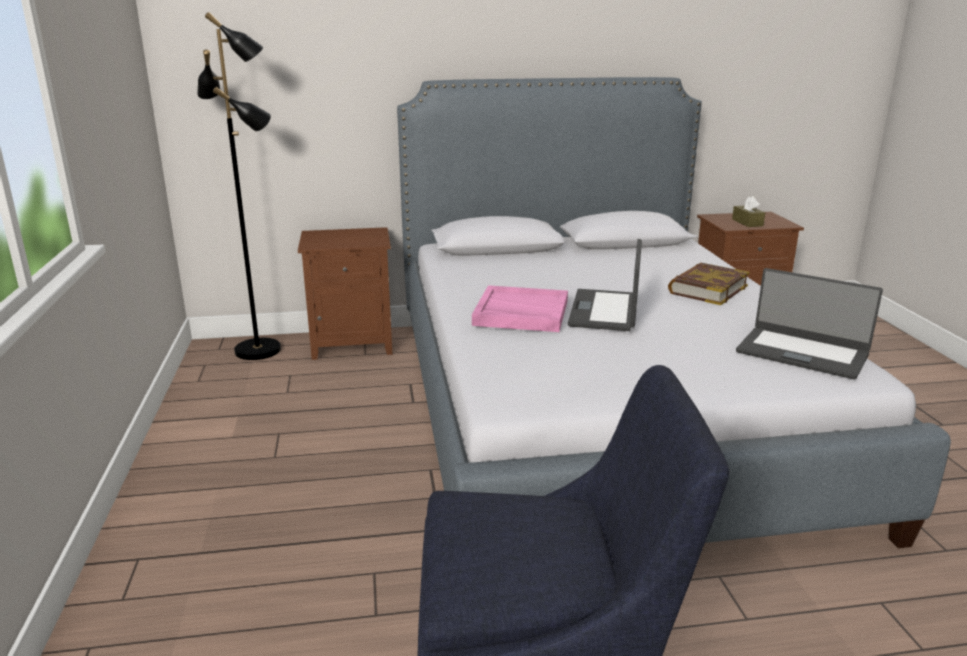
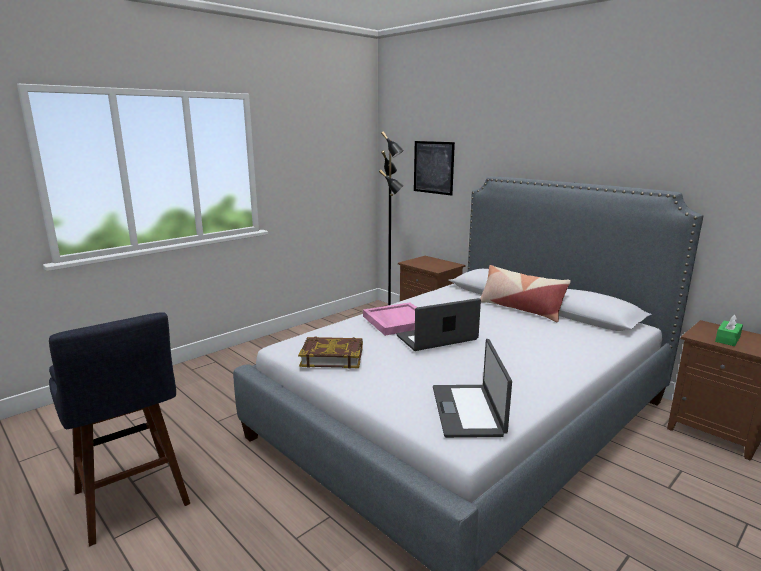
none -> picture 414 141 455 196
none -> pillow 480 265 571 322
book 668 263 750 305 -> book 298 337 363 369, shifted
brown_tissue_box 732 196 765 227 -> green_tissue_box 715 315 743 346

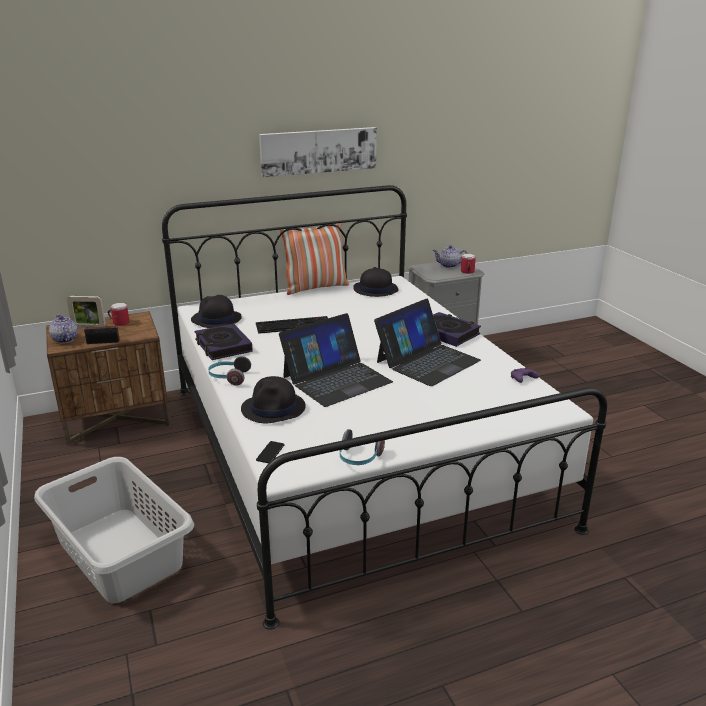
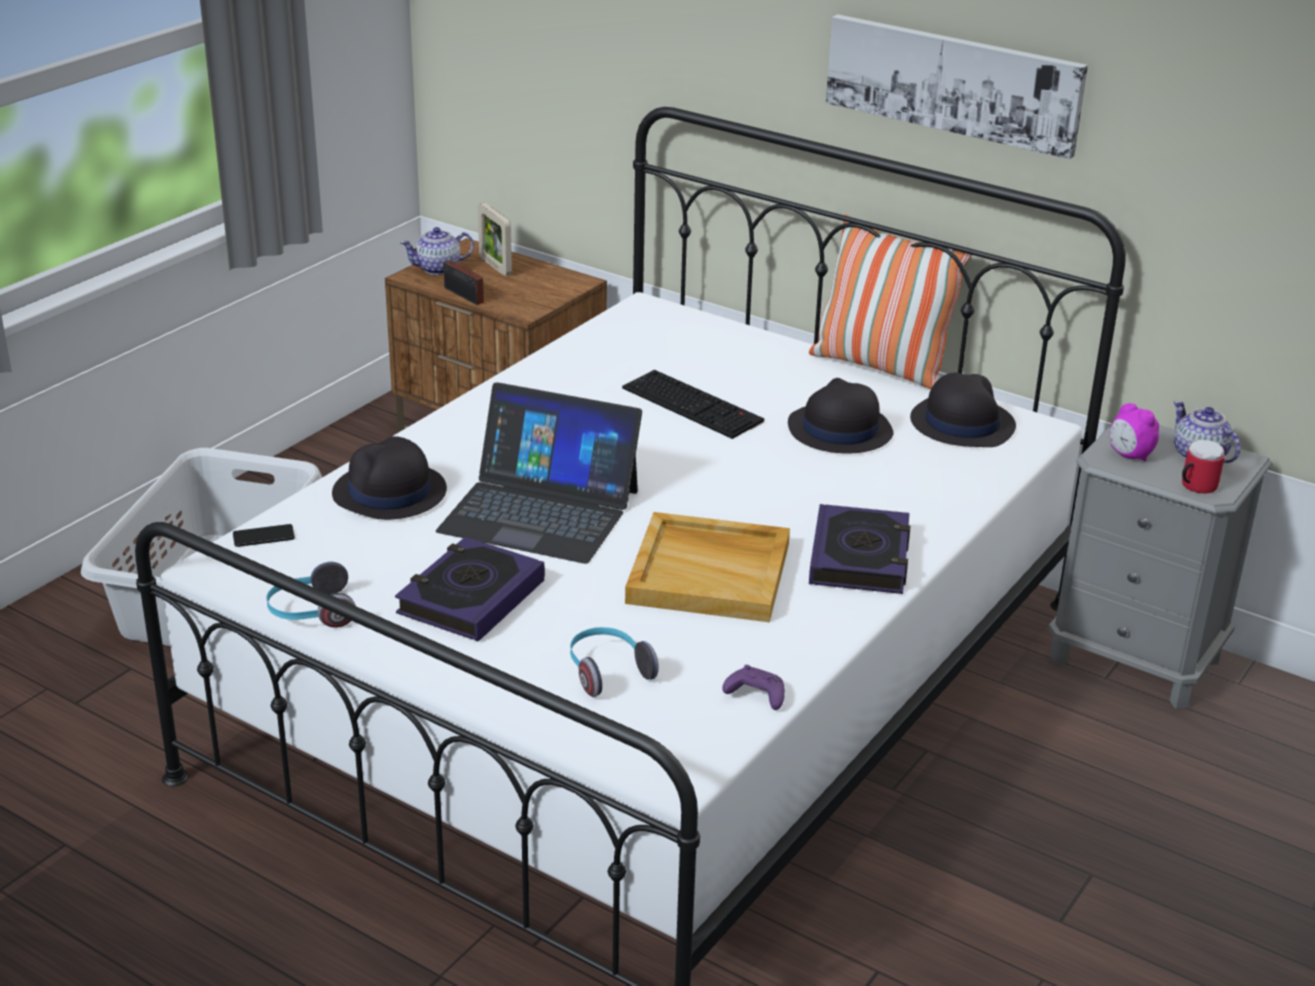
mug 108 303 129 326 -> none
none -> alarm_clock 1109 403 1159 461
black_hat 191 295 242 328 -> black_hat 788 378 894 453, shifted
book 195 323 253 360 -> book 395 537 545 642, shifted
headphones 208 356 251 386 -> headphones 570 627 659 697, shifted
laptop 374 299 481 386 -> beige_tray 625 512 790 622
teapot 49 315 78 343 -> teapot 400 227 474 275, 135 degrees counterclockwise

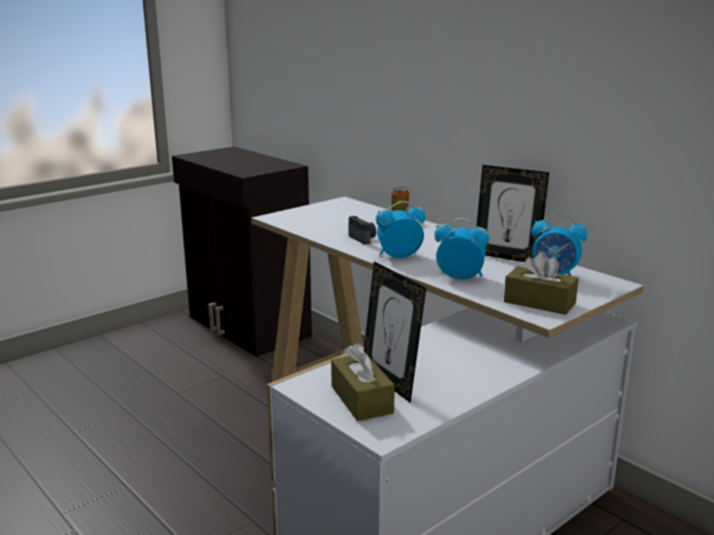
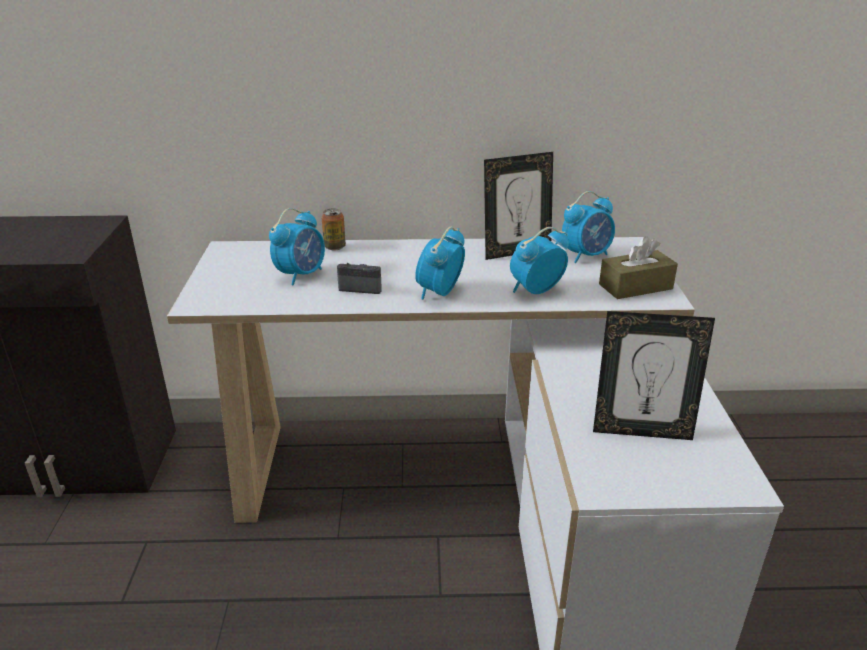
brown_tissue_box 331 343 395 421 -> none
none -> alarm_clock 269 208 325 285

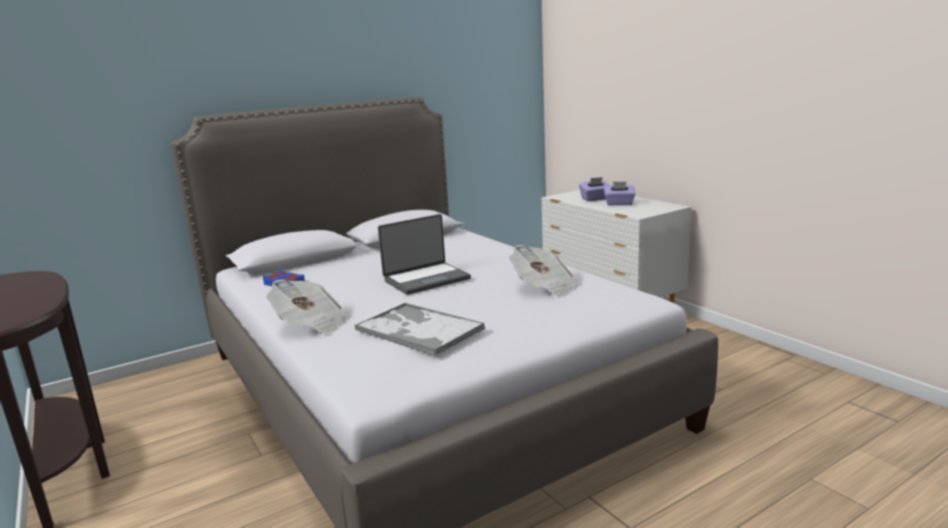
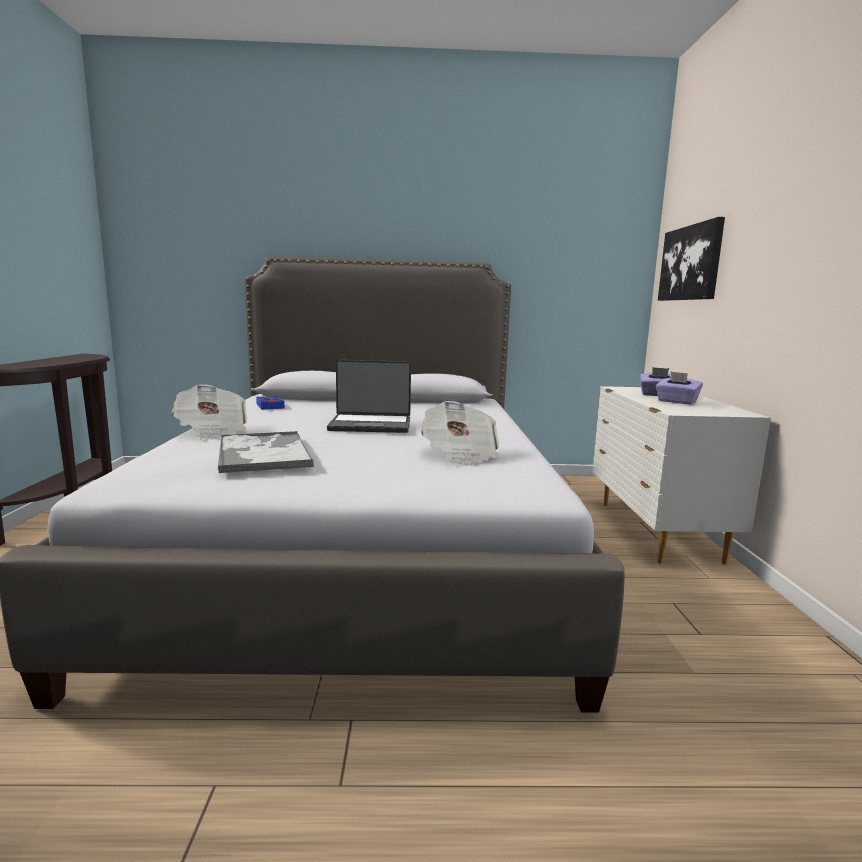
none -> picture 658 217 725 301

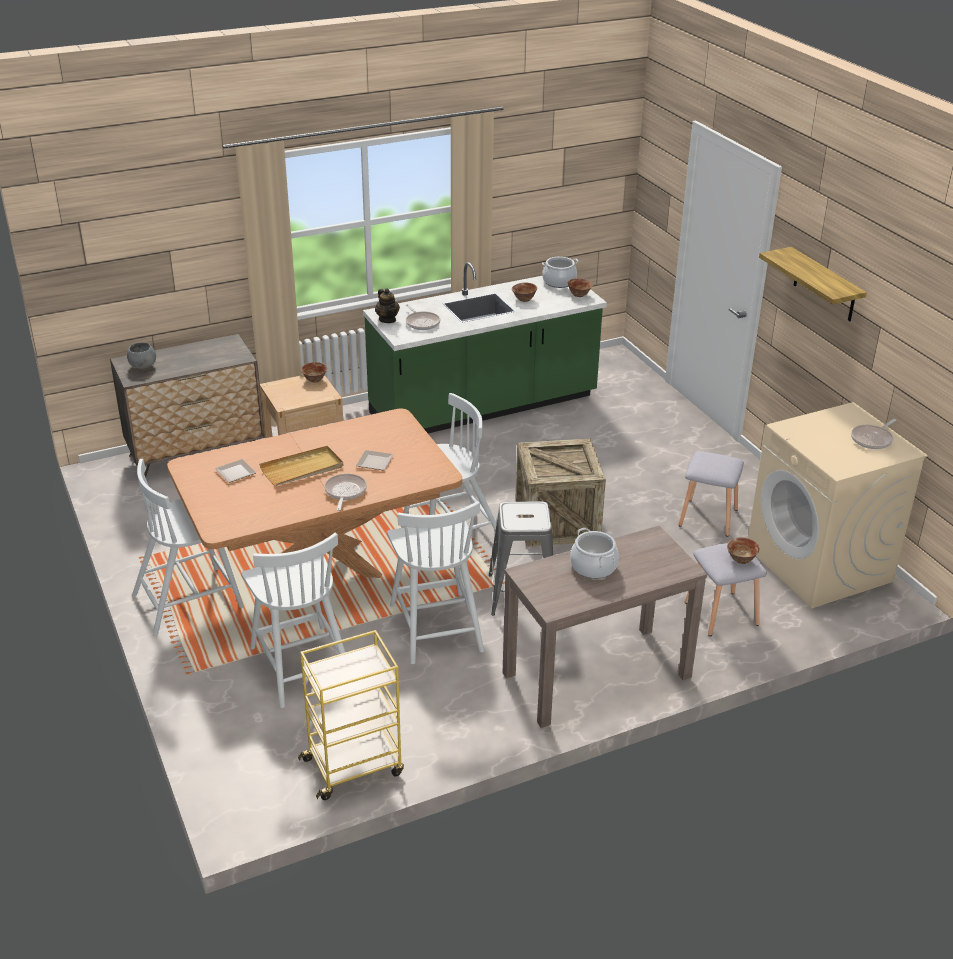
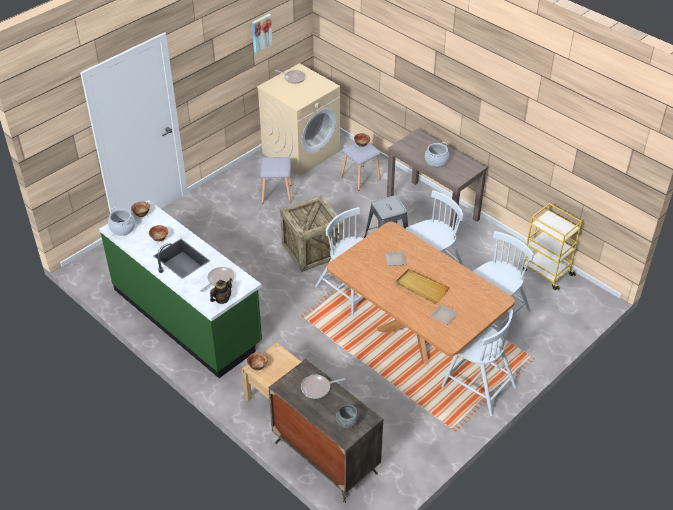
shelf 759 247 867 321 -> none
none -> picture 252 14 273 53
frying_pan 324 474 367 511 -> frying_pan 301 375 345 399, shifted

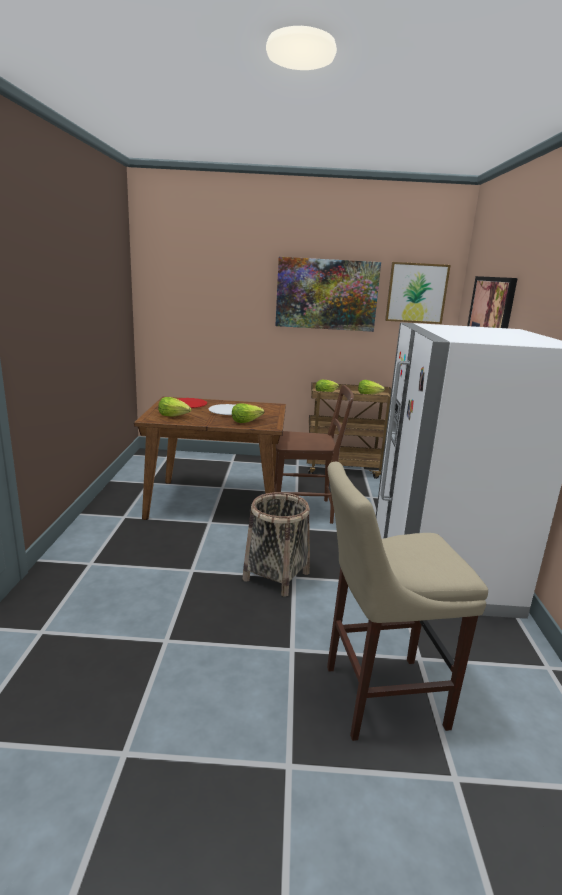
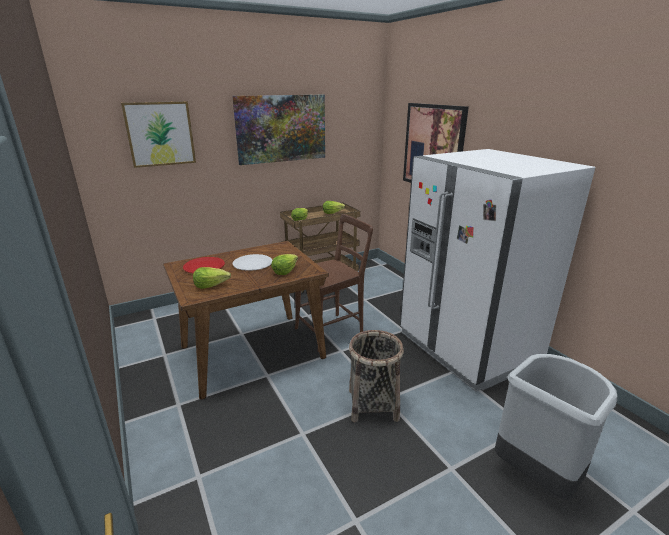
picture 385 262 451 324 -> picture 121 101 196 168, shifted
beige_stool 327 462 488 741 -> grey_trash_can 495 354 617 500

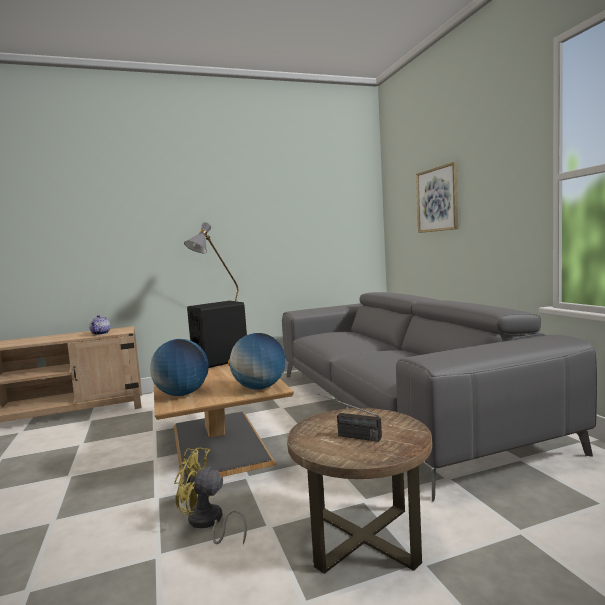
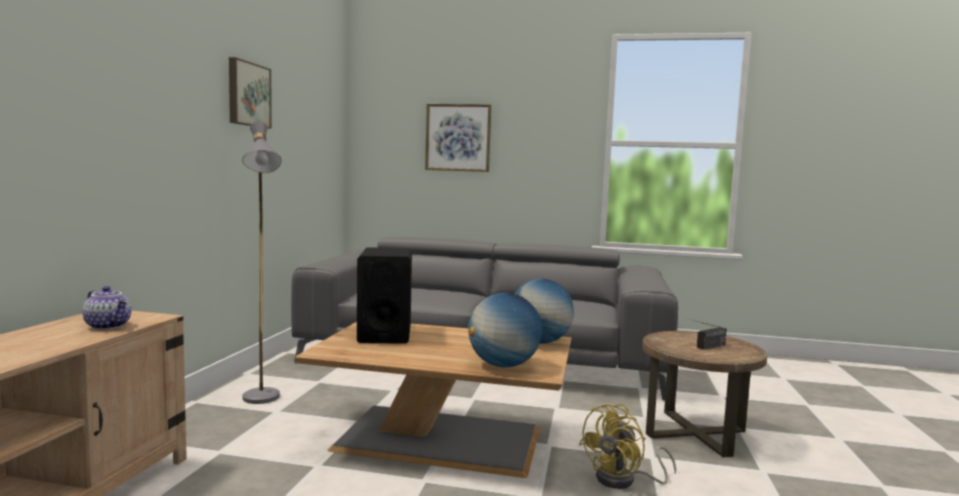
none -> picture 229 57 272 128

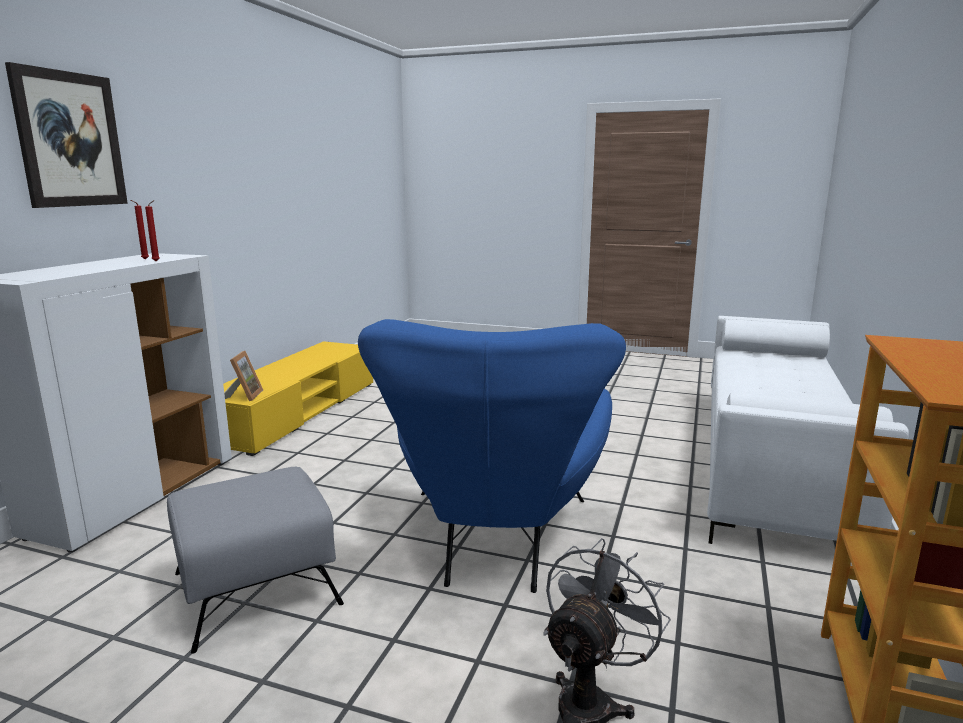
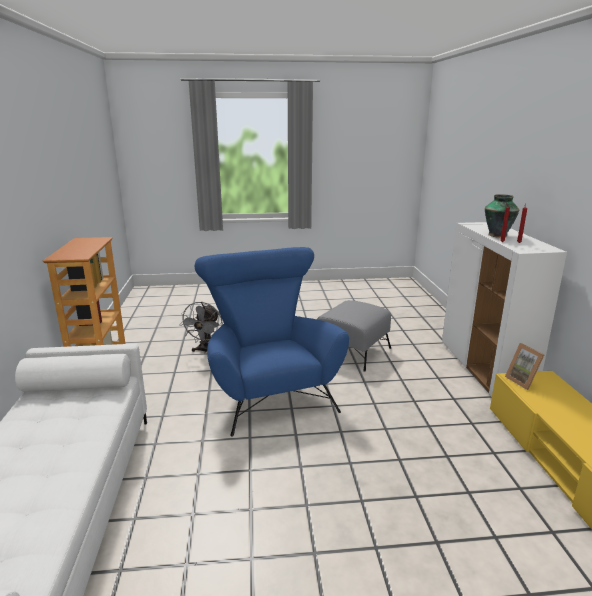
picture 5 62 128 208 -> none
none -> vase 485 194 519 238

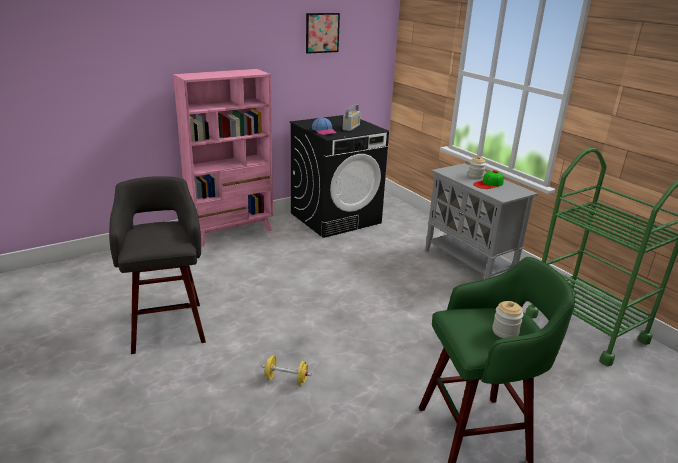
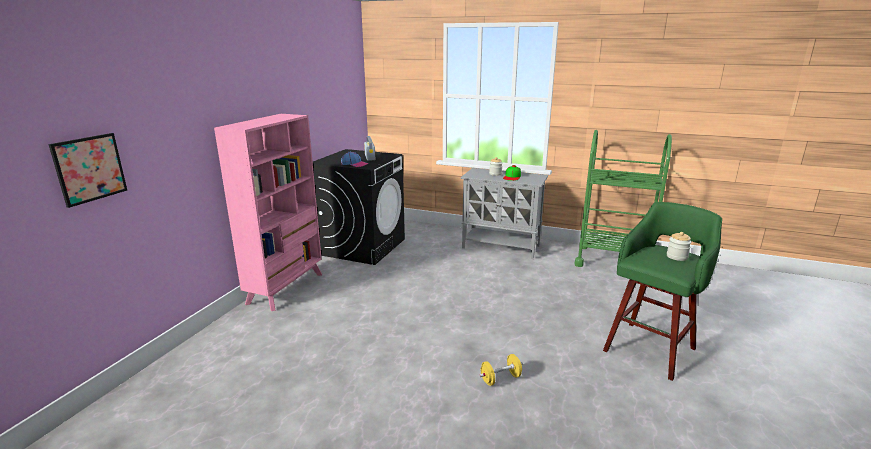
grey_stool 109 176 206 354 -> none
picture 306 13 340 54 -> picture 48 133 127 208, shifted

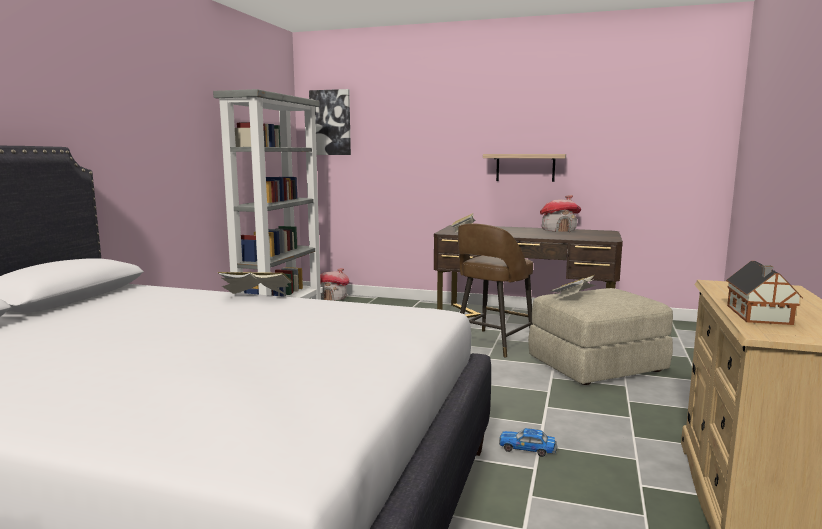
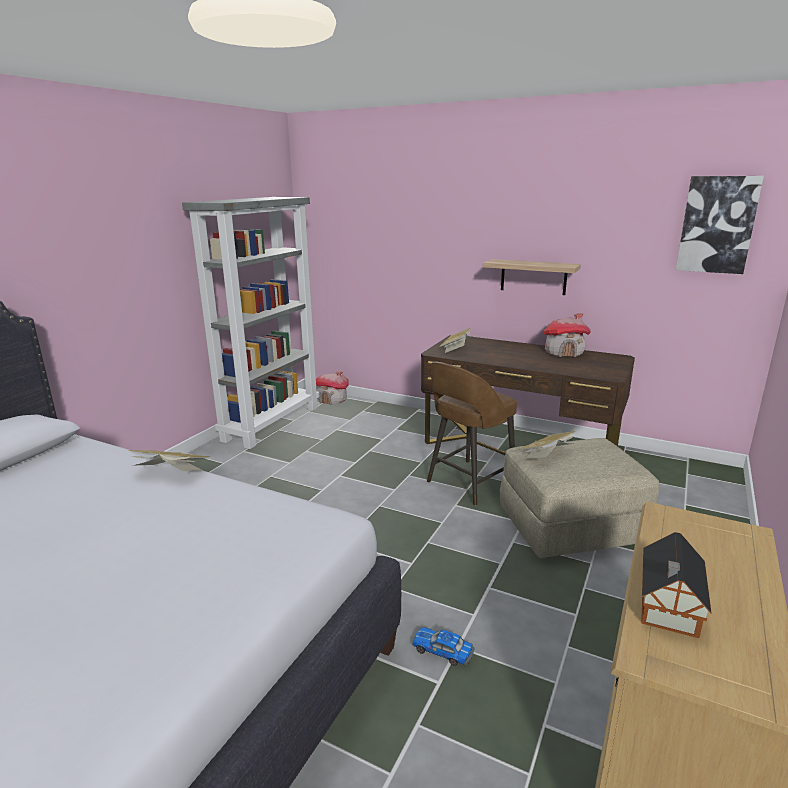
picture 309 89 351 155 -> picture 676 176 764 274, shifted

